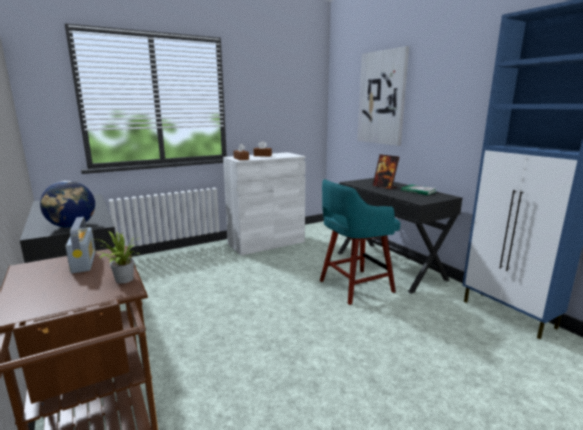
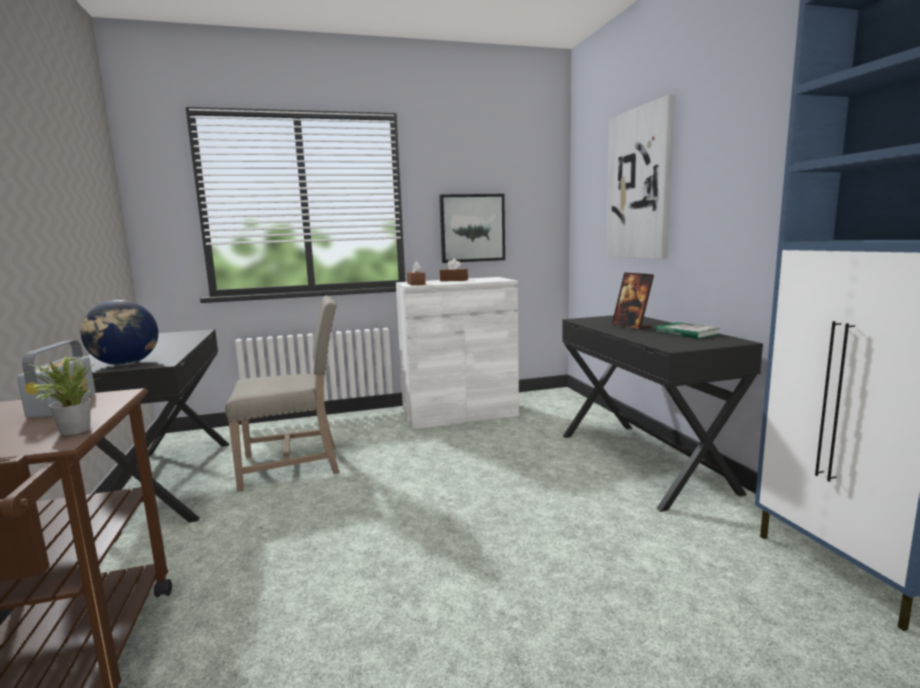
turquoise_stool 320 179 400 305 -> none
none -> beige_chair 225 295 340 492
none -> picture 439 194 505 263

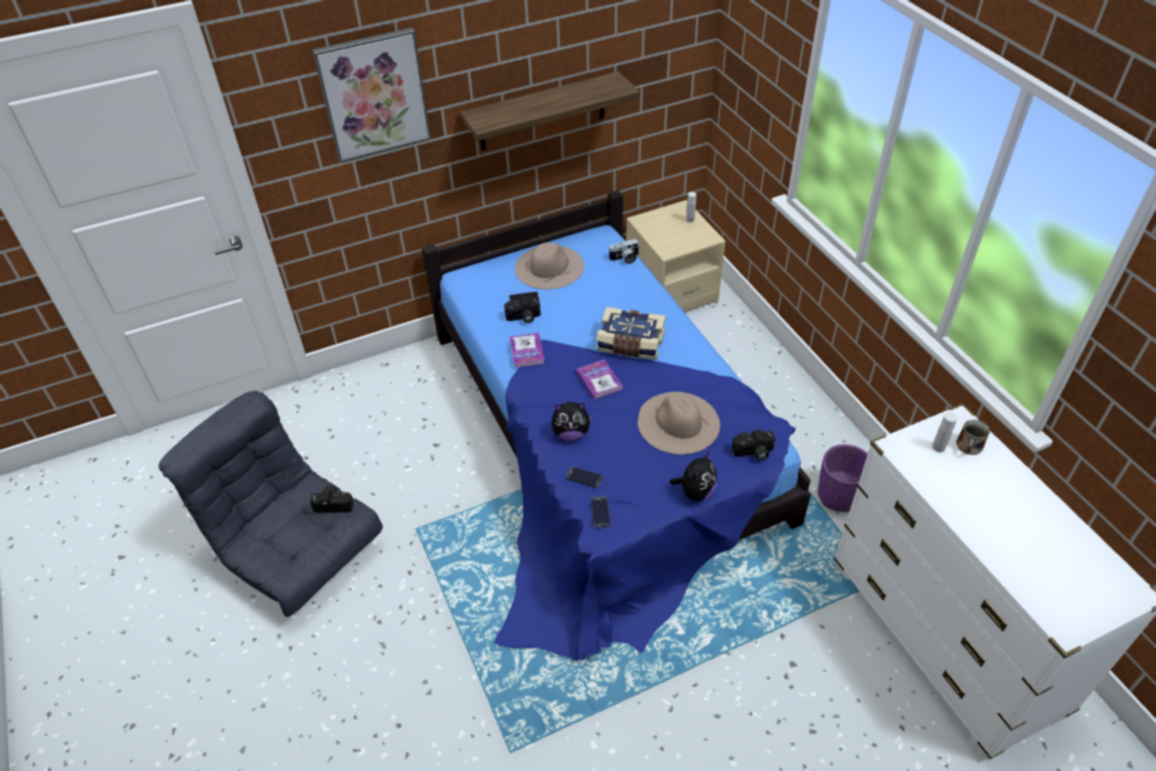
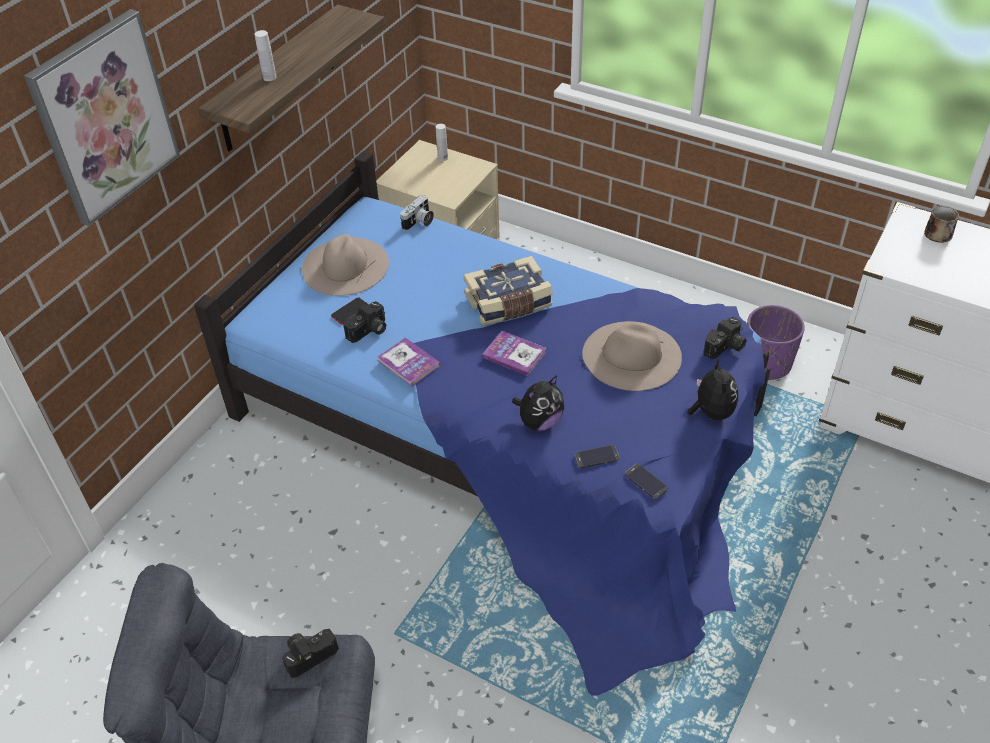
white_bottle 932 412 957 453 -> white_bottle 254 30 277 81, shifted

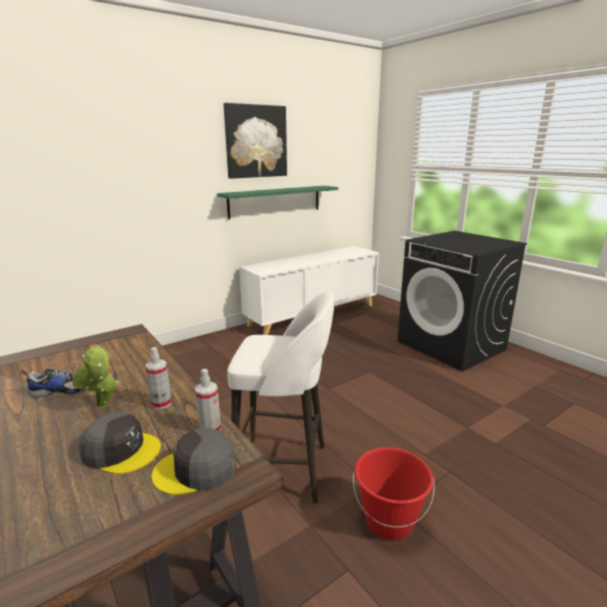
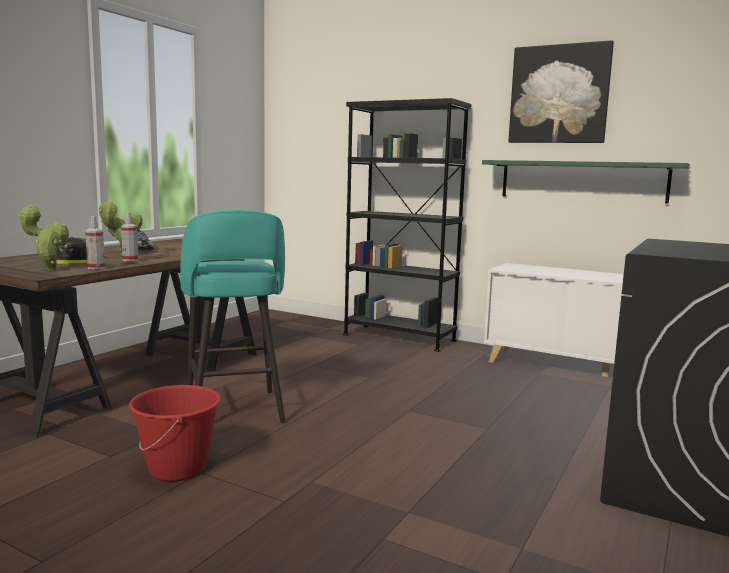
none -> black_bookcase 343 98 471 352
grey_cap 152 427 236 495 -> potted_plant 19 205 69 271
white_stool 227 291 334 504 -> turquoise_stool 180 210 286 423

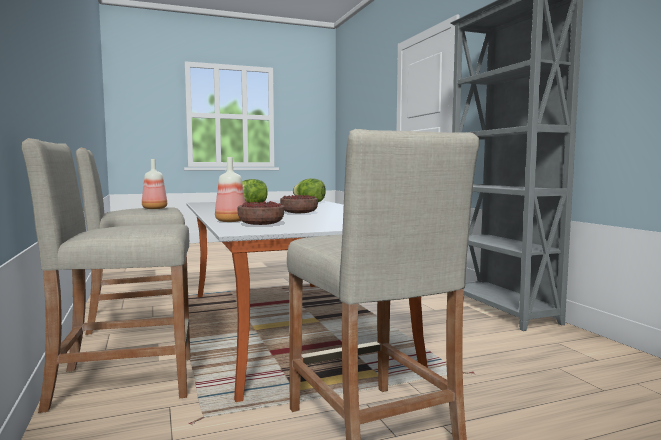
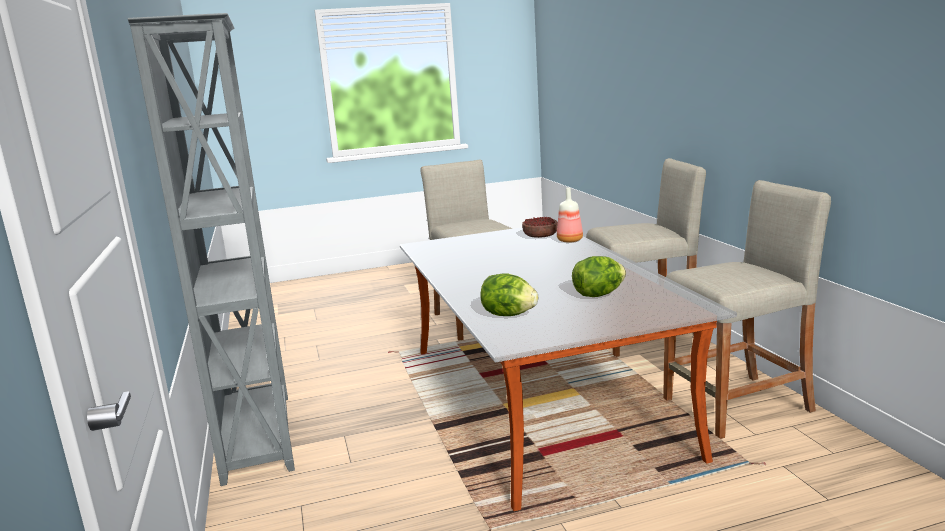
bottle 142 159 167 209 -> none
bowl 280 195 318 214 -> none

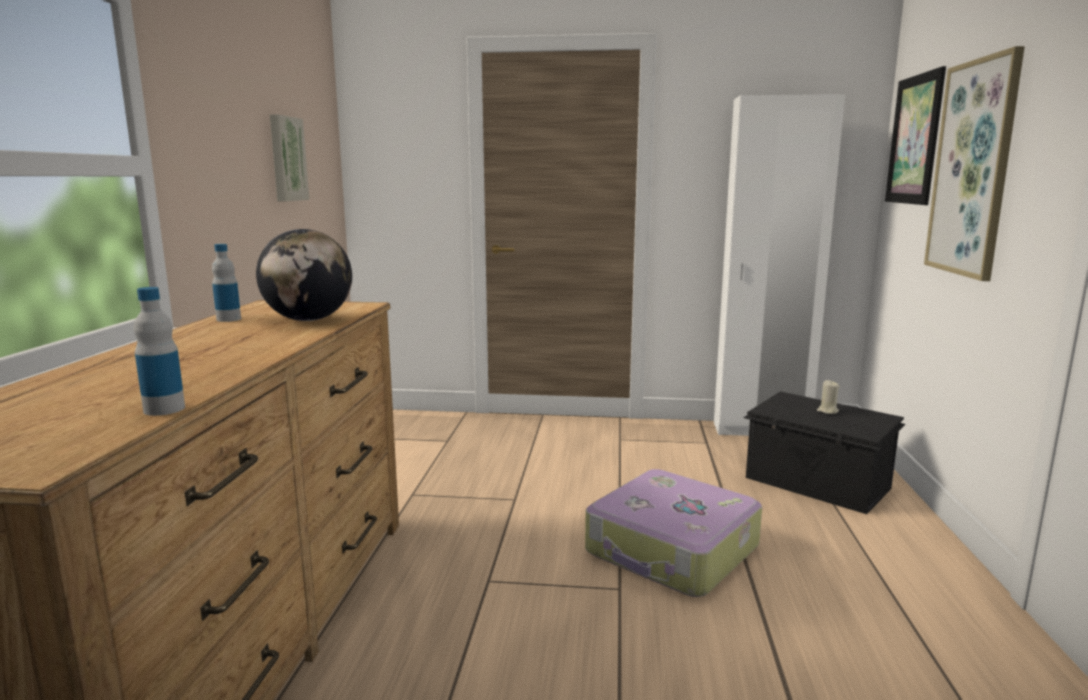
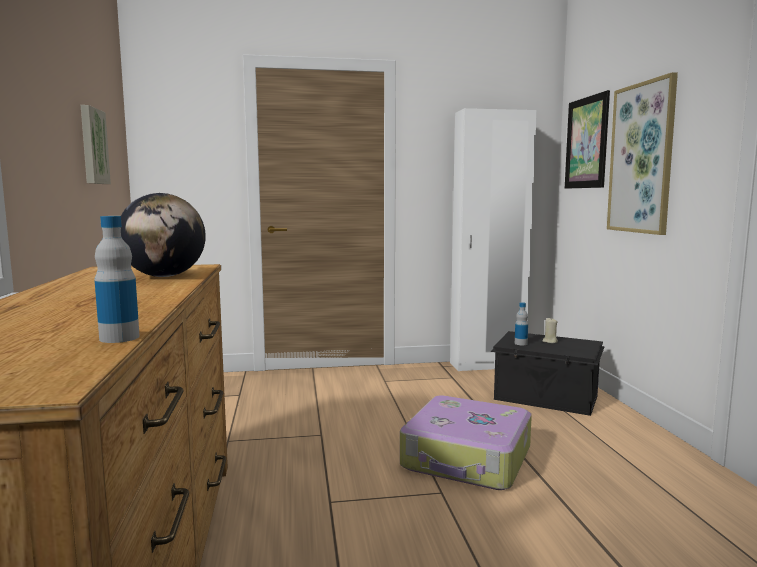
bottle 212 244 241 322 -> bottle 515 302 528 345, shifted

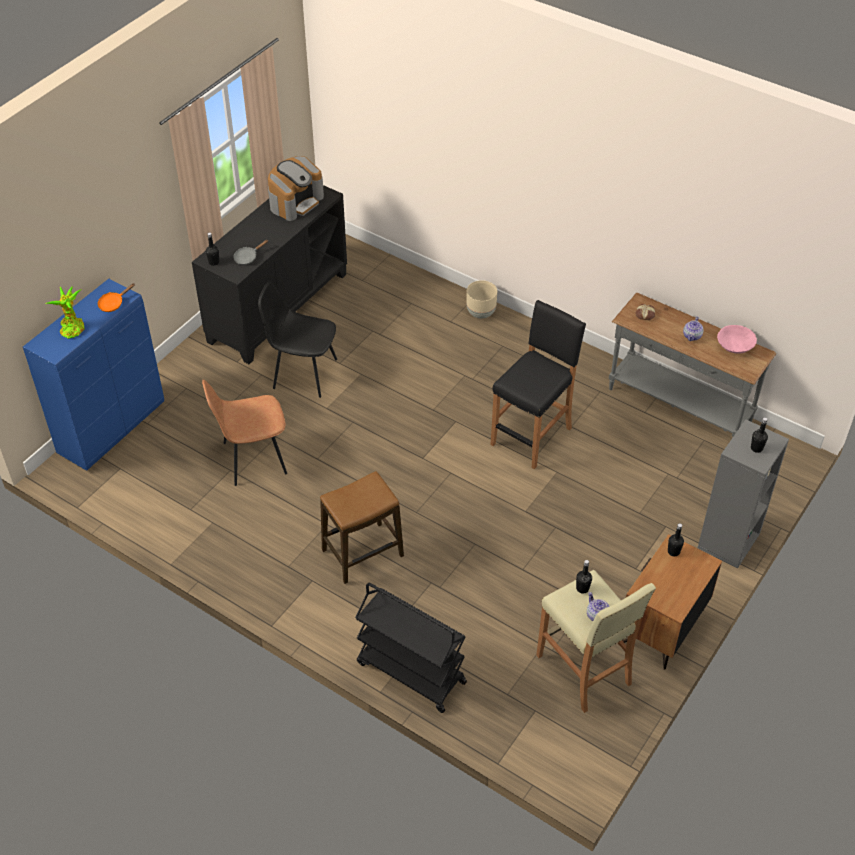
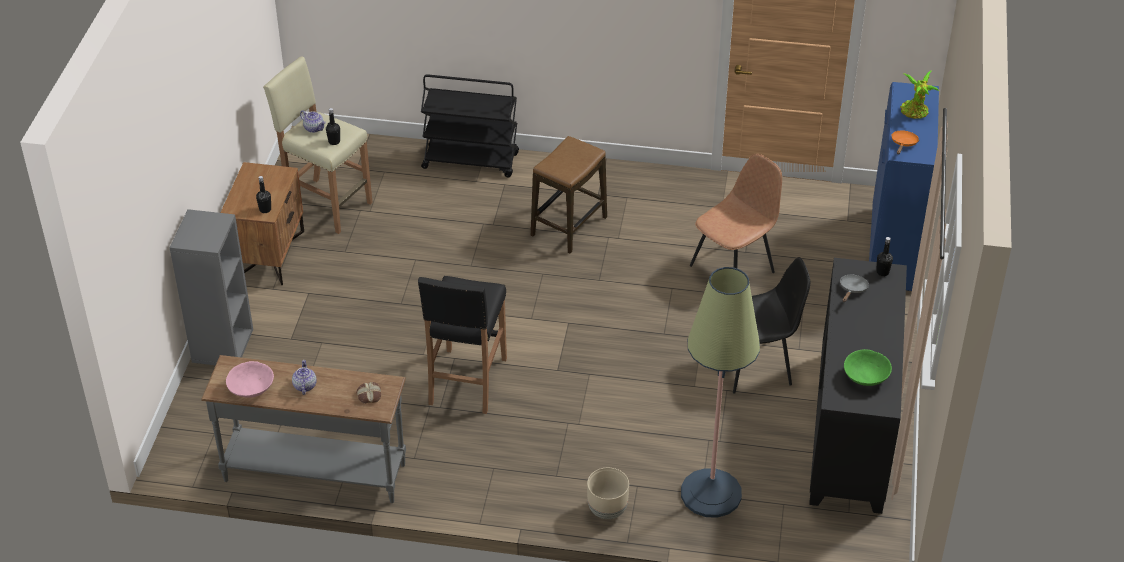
black_bottle 751 417 768 453 -> none
none -> floor_lamp 681 267 760 518
coffee_machine 268 156 324 221 -> green_bowl 844 349 892 386

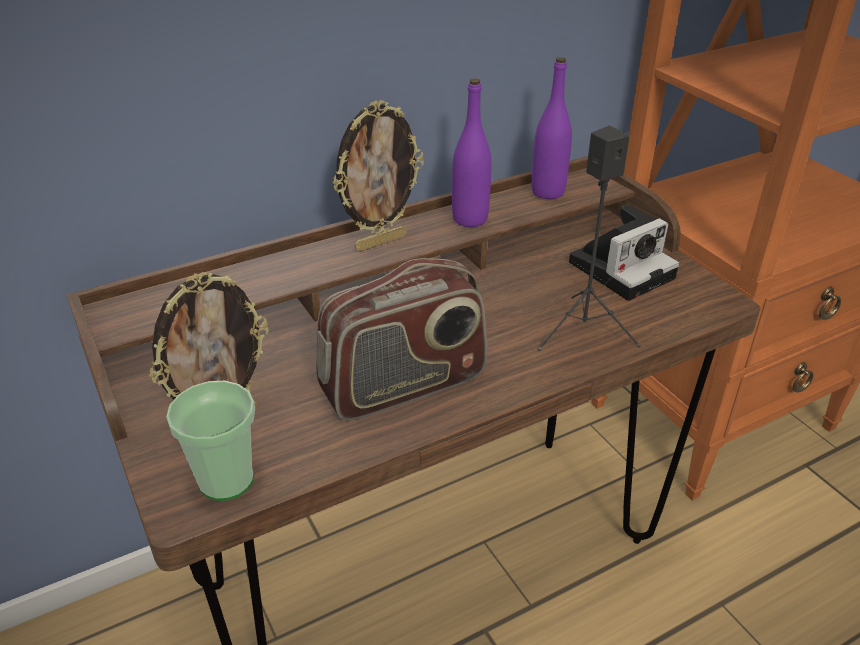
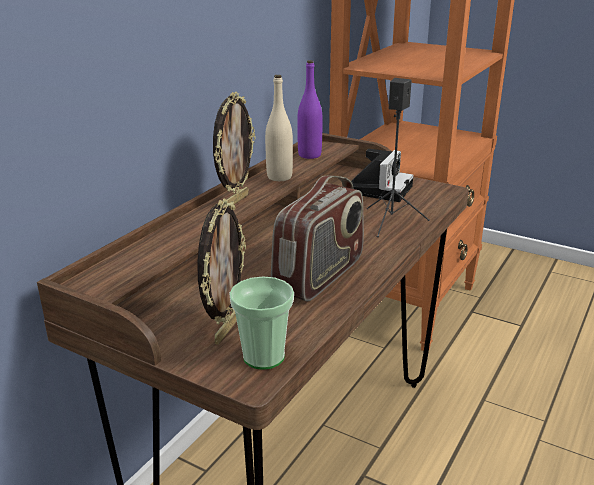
purple_bottle 452 78 492 227 -> beige_bottle 265 75 293 181

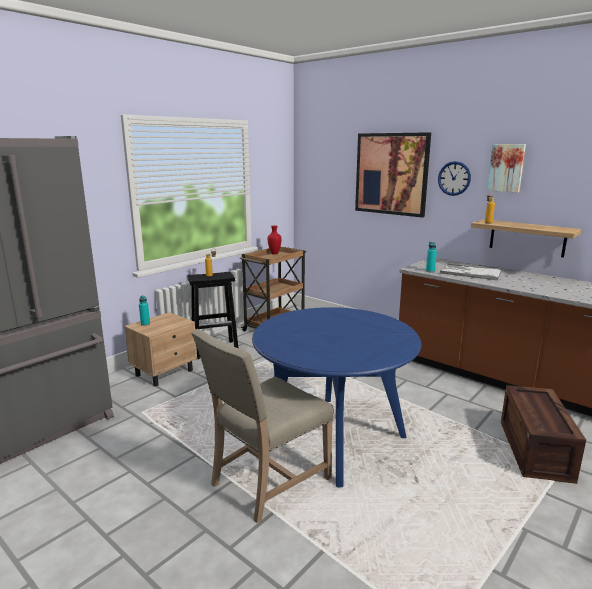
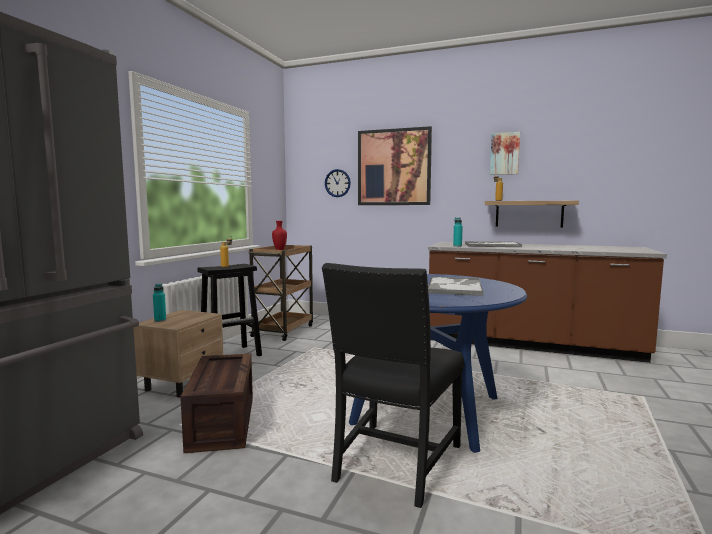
none -> tray 428 277 484 296
wall_clock 438 161 471 196 -> wall_clock 325 169 351 197, shifted
crate 501 385 586 484 -> crate 180 354 253 453, shifted
beige_chair 191 329 334 523 -> black_chair 322 263 464 508

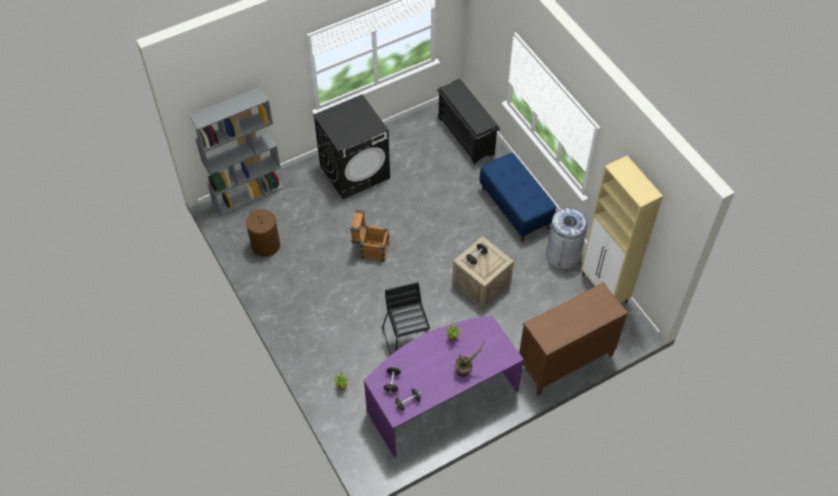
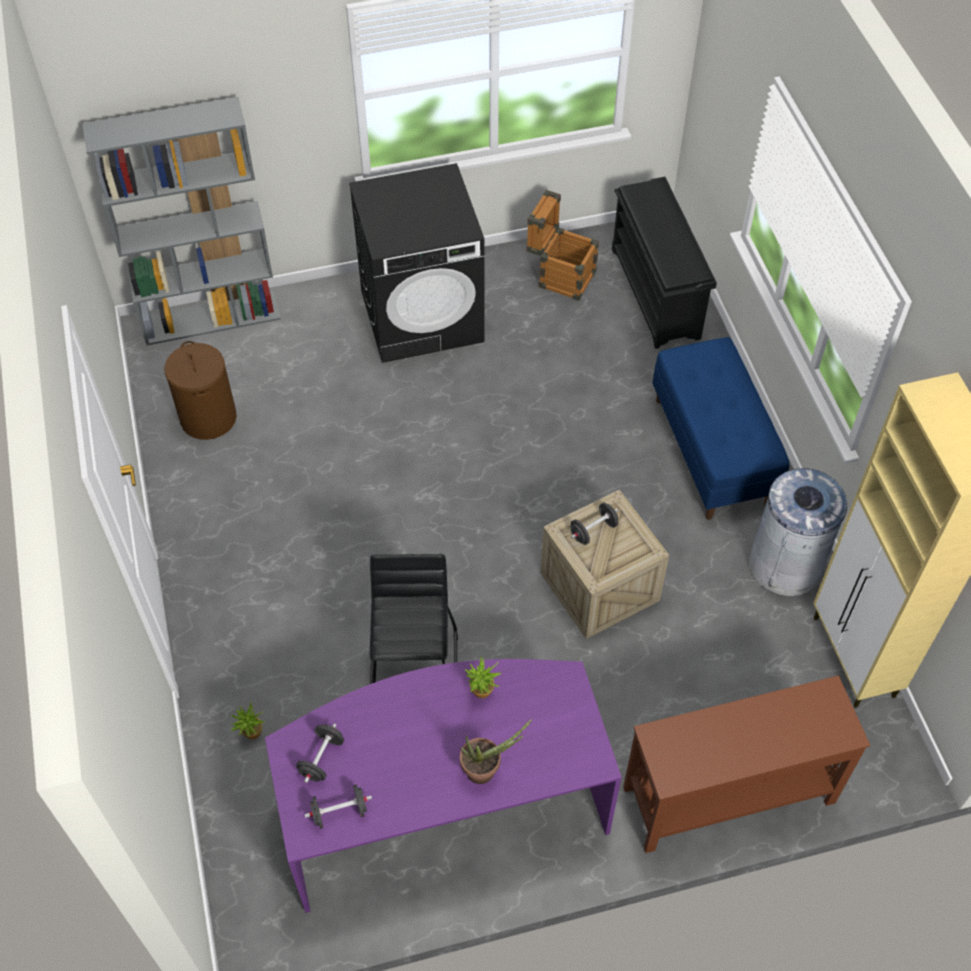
crate 350 209 389 262 -> crate 526 190 599 301, shifted
brown_dresser 519 282 628 396 -> brown_console_table 623 675 870 853

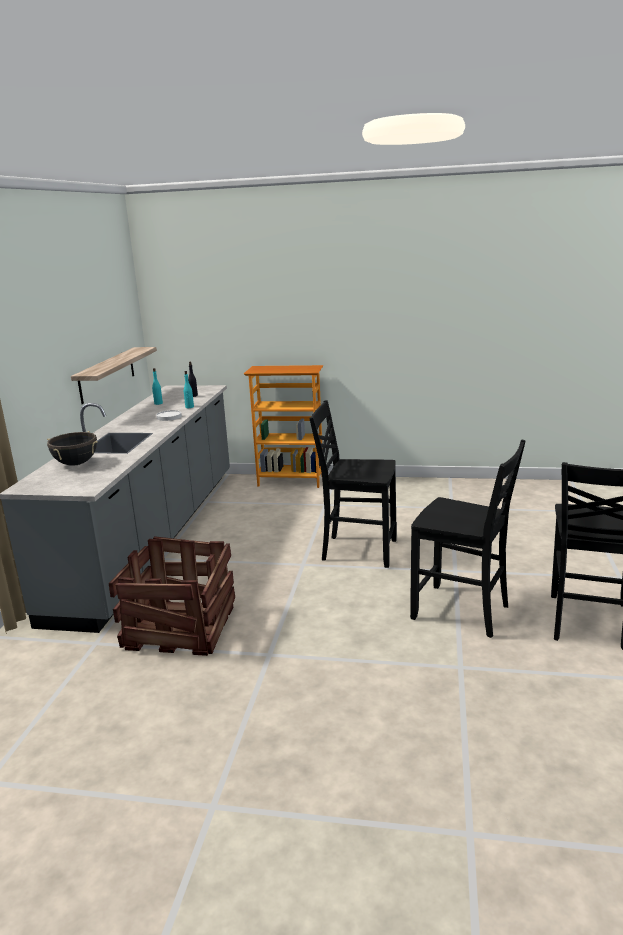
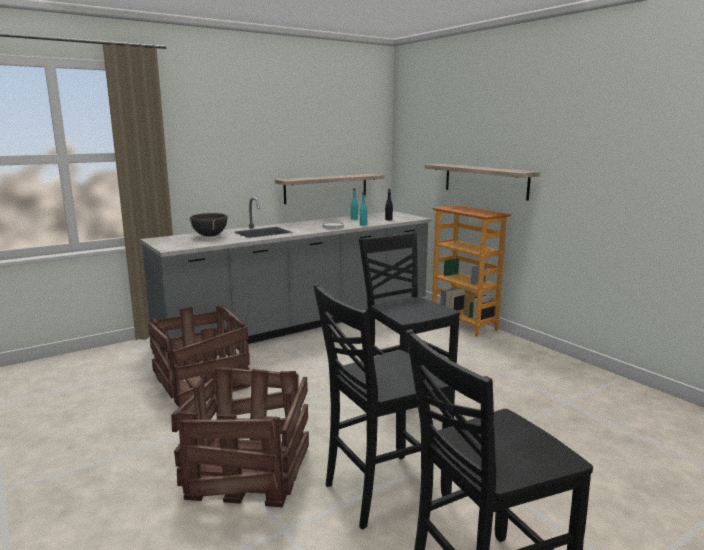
none -> crate 171 367 309 507
none -> shelf 425 164 540 201
black_chair 410 439 526 638 -> black_chair 313 284 455 529, 75 degrees clockwise

